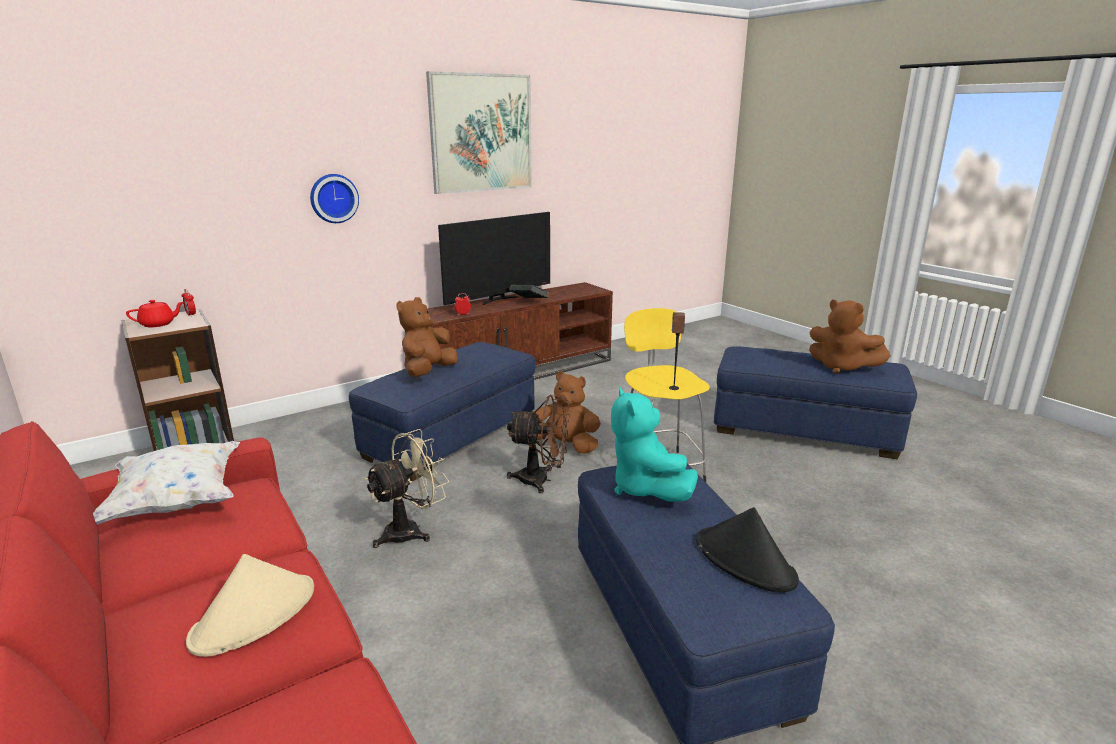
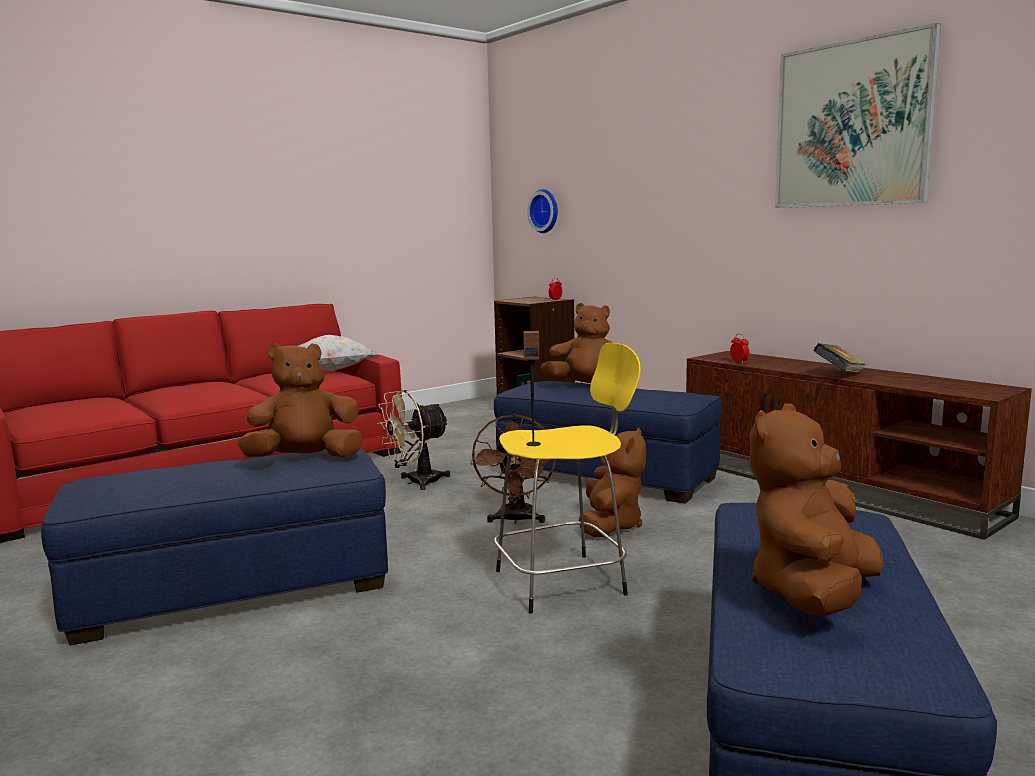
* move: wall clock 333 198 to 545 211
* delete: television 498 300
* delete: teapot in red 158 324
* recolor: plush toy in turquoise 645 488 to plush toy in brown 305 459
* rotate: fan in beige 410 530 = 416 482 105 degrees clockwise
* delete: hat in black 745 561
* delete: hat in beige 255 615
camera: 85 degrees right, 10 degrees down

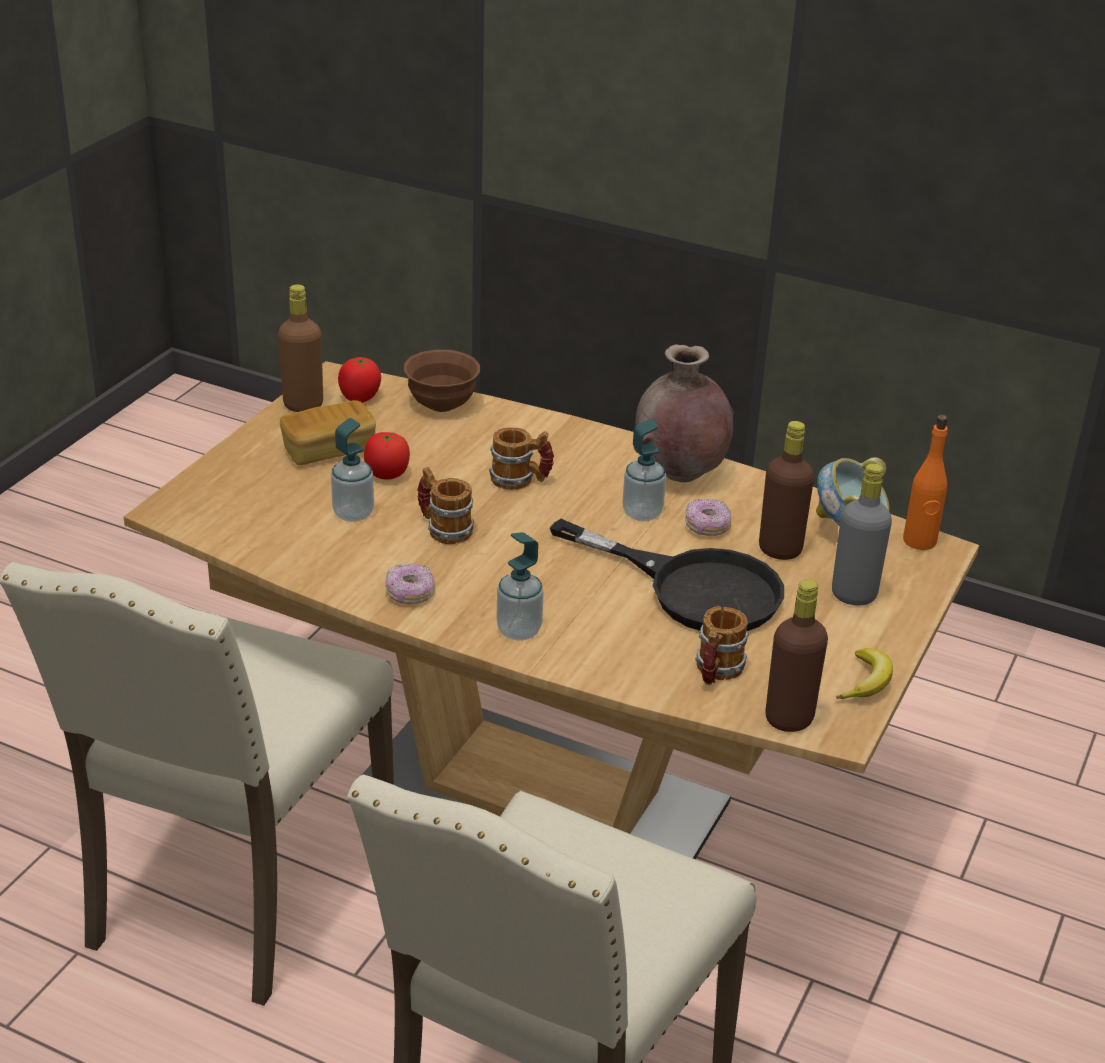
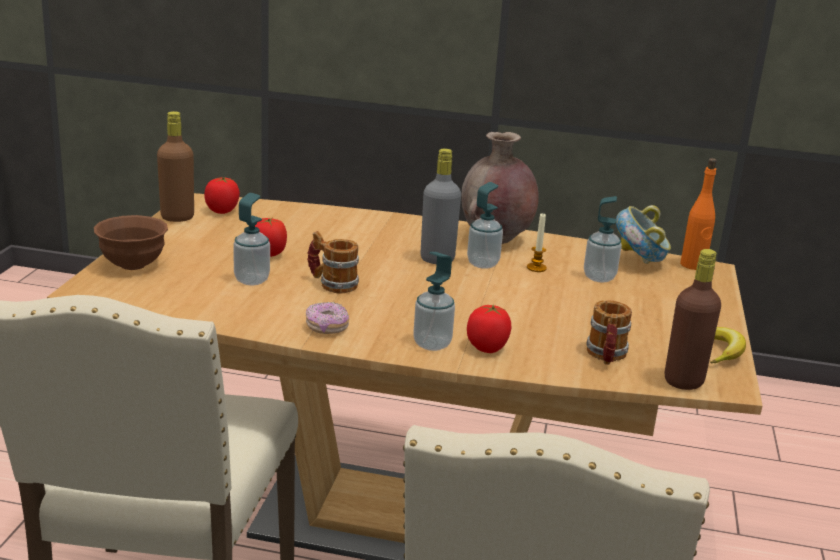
* move: bowl in brown 441 405 to 133 265
* delete: bread 328 451
* replace: bottle in brown 780 550 to soap dispenser 599 277
* delete: mug 520 480
* move: bottle in grey 853 595 to 437 259
* replace: donut 707 527 to candle 536 268
* delete: frying pan in black 693 588
* insert: tomato 487 348
camera: 15 degrees left, 10 degrees down

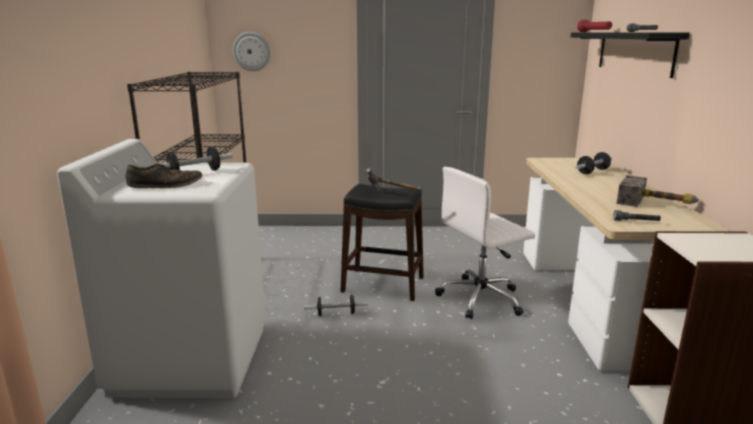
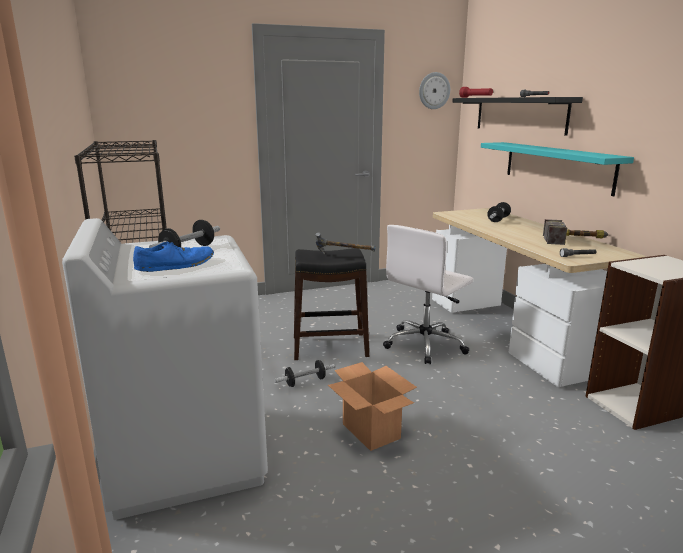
* move: wall clock 252 51 to 434 90
* recolor: shoe in brown 165 185 to shoe in blue 176 265
* insert: shelf in turquoise 556 166
* insert: cardboard box 371 431
camera: 20 degrees left, 0 degrees up

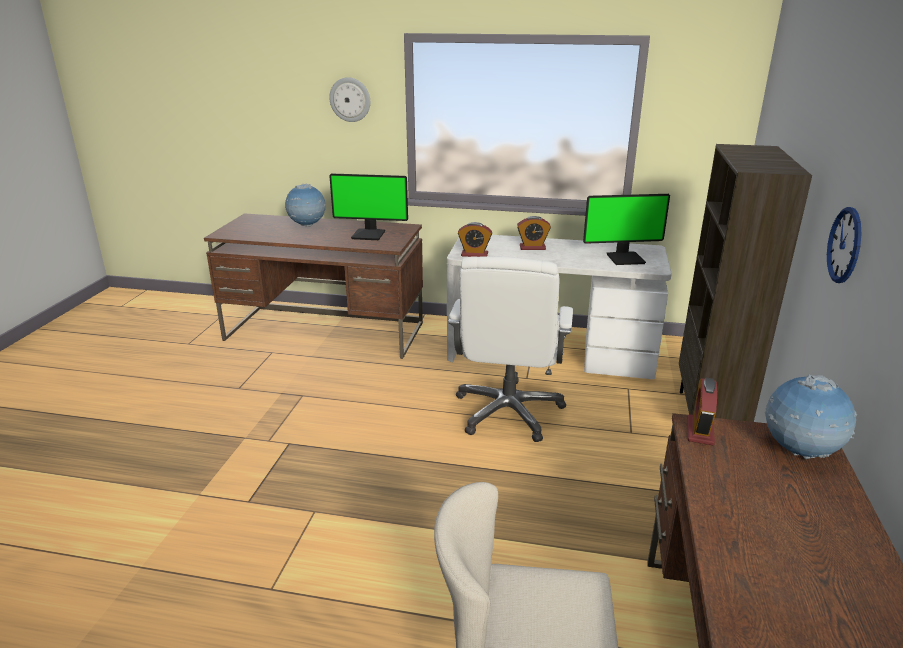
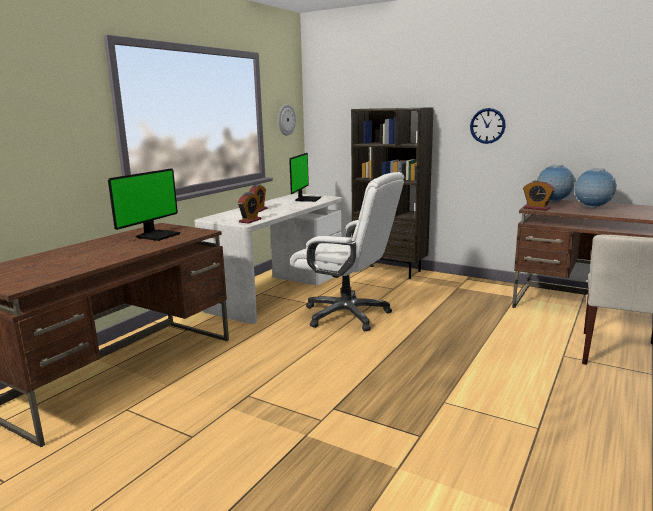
* move: wall clock 350 99 to 286 119
* move: globe 307 226 to 592 208
camera: 70 degrees left, 10 degrees down

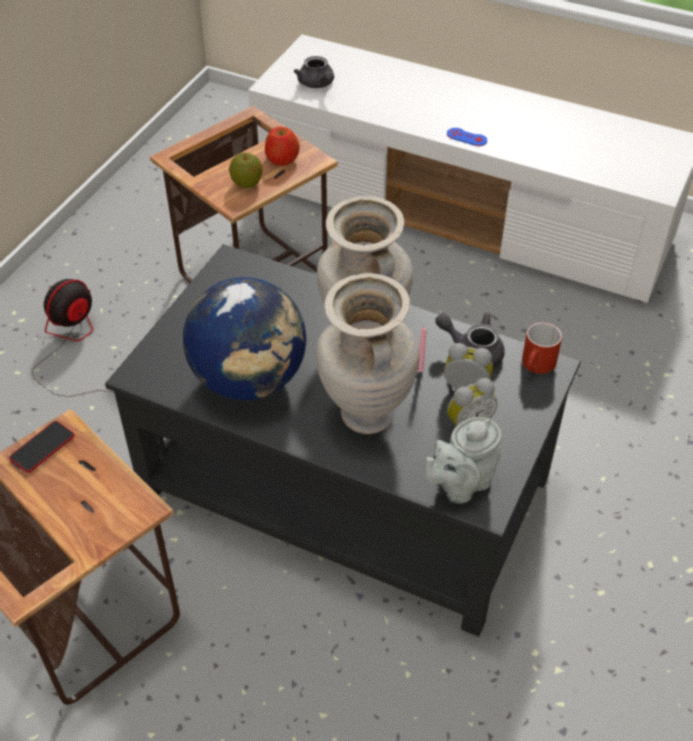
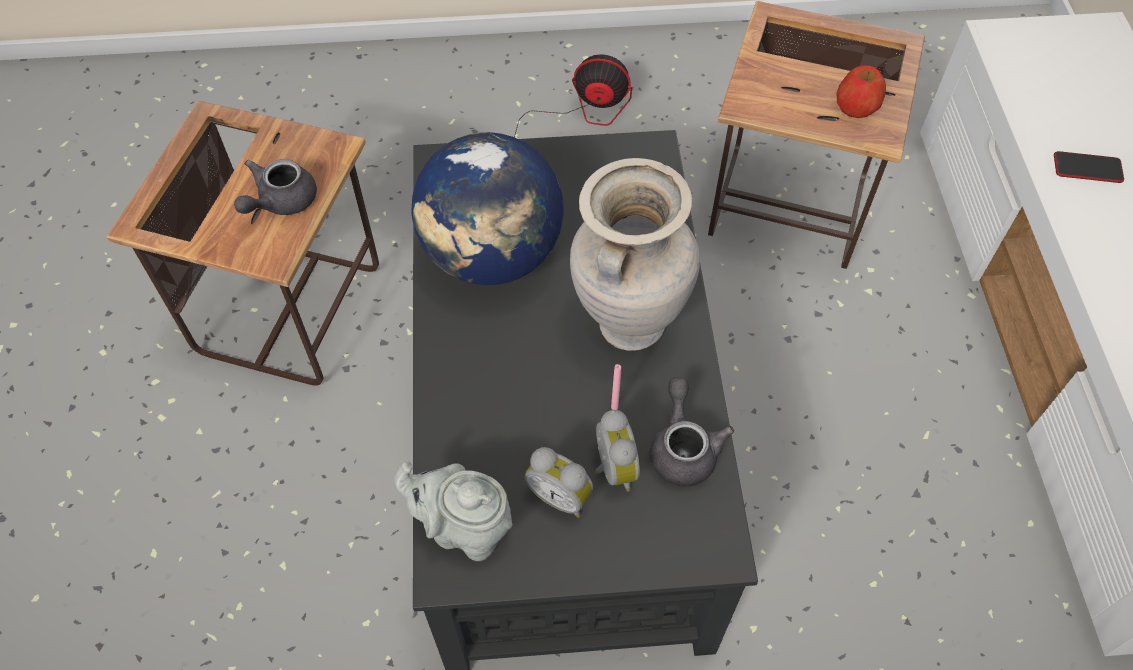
* move: teapot in grey 317 84 to 280 202
* delete: game controller in blue 466 137
* delete: apple 247 183
* delete: vase in beige 365 416
* delete: mug in red 537 366
* move: phone 42 447 to 1087 168
camera: 60 degrees right, 10 degrees up

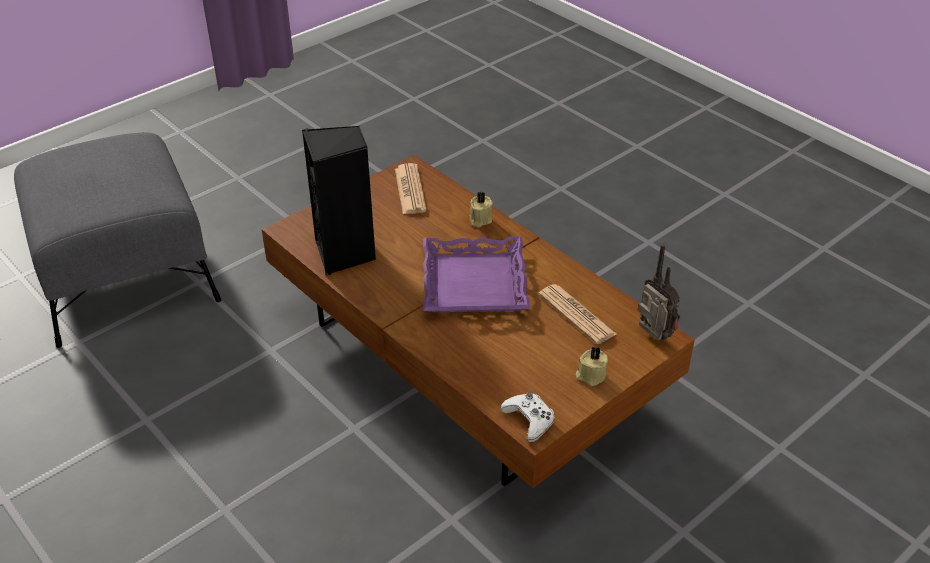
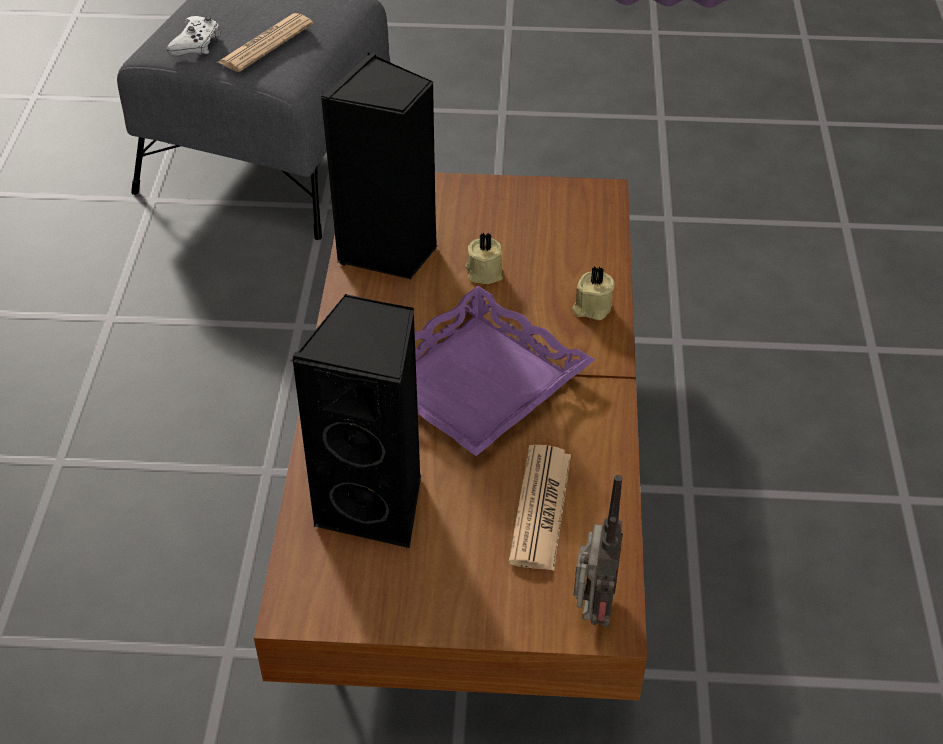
* move: newspaper 410 190 to 266 44
* move: candle in beige 590 375 to 483 272
* move: game controller in white 529 420 to 196 43
* insert: speaker in black 376 504
camera: 45 degrees right, 5 degrees up

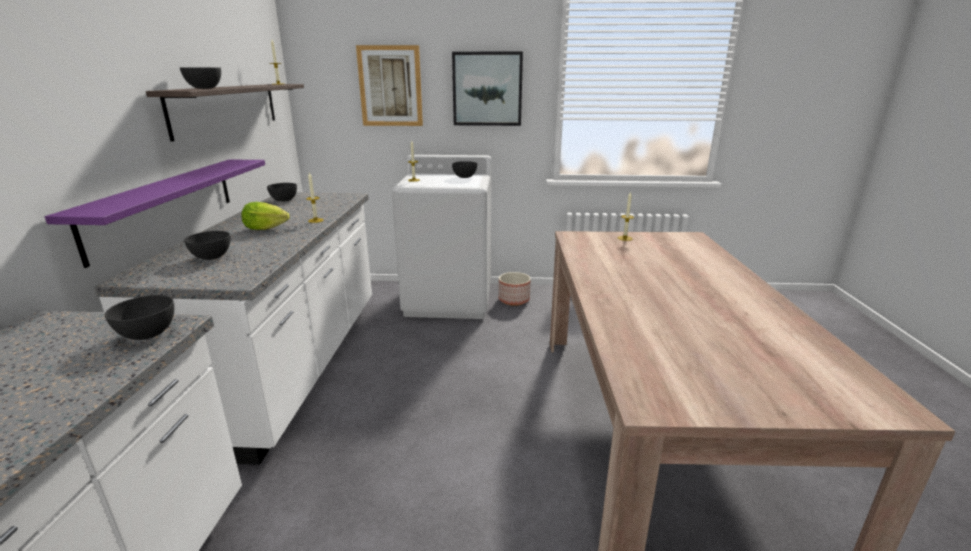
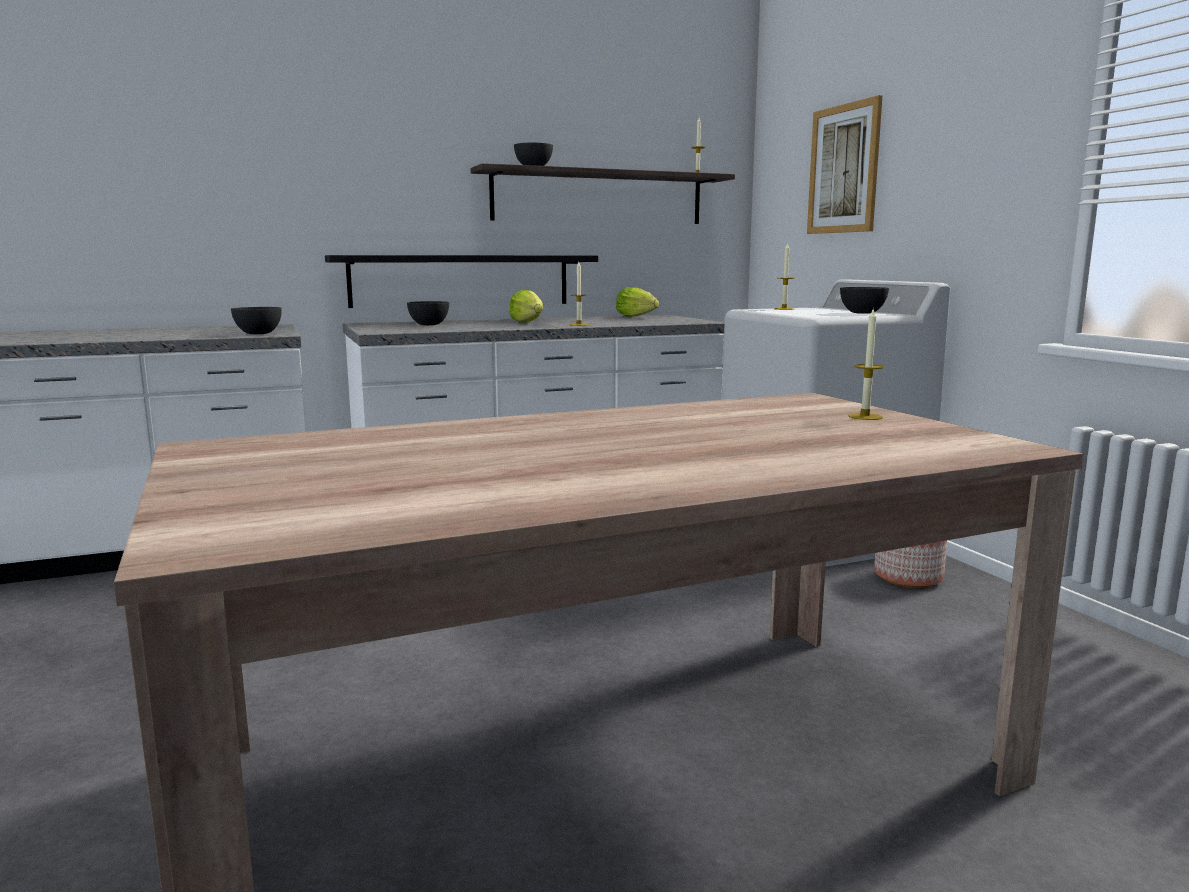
* delete: picture 487 89
* recolor: shelf in purple 164 205 to shelf in black 461 280
* replace: bowl in grey 284 200 to lettuce 636 317
camera: 65 degrees right, 10 degrees down

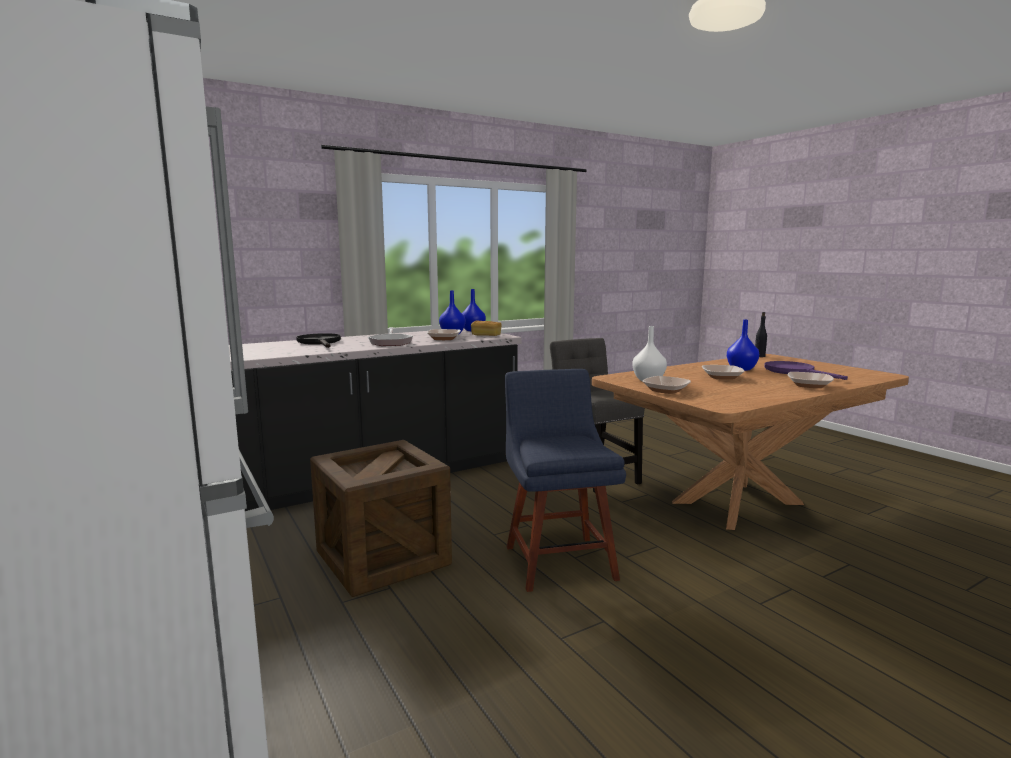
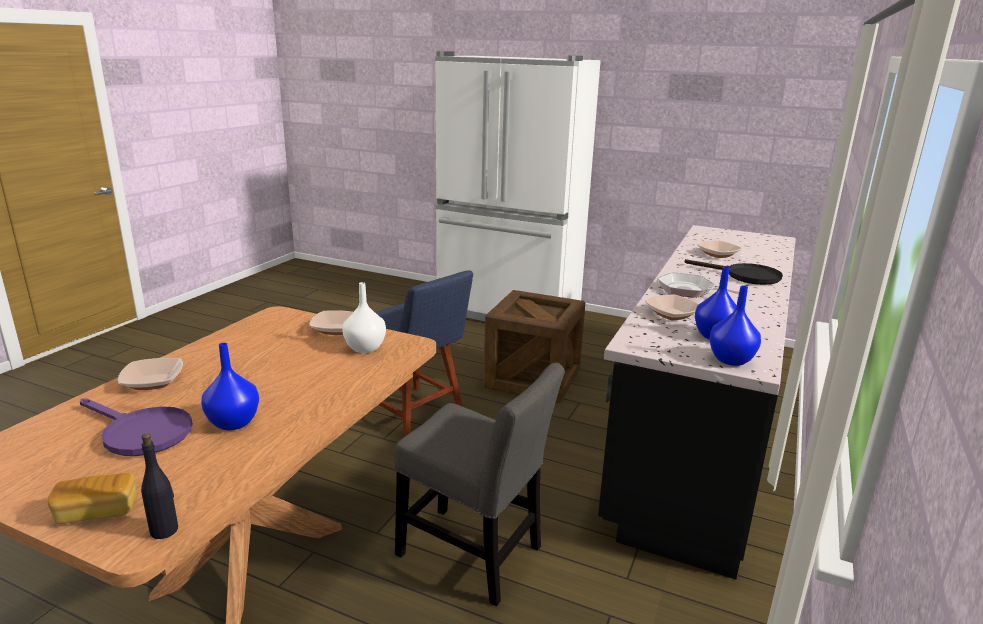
* move: bread 486 335 to 97 512
* move: bowl 722 377 to 718 254
camera: 145 degrees right, 10 degrees up

